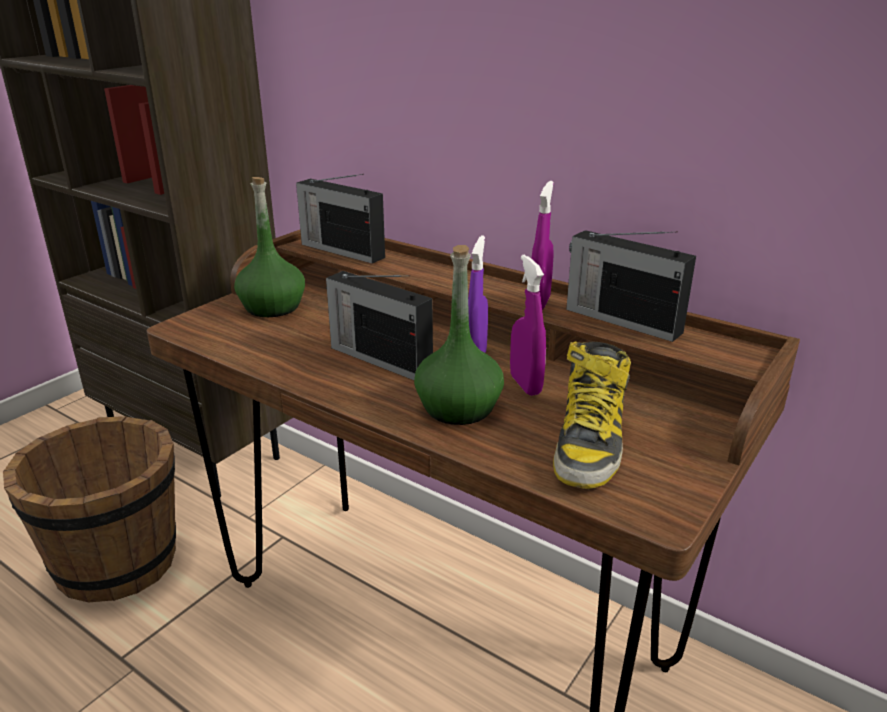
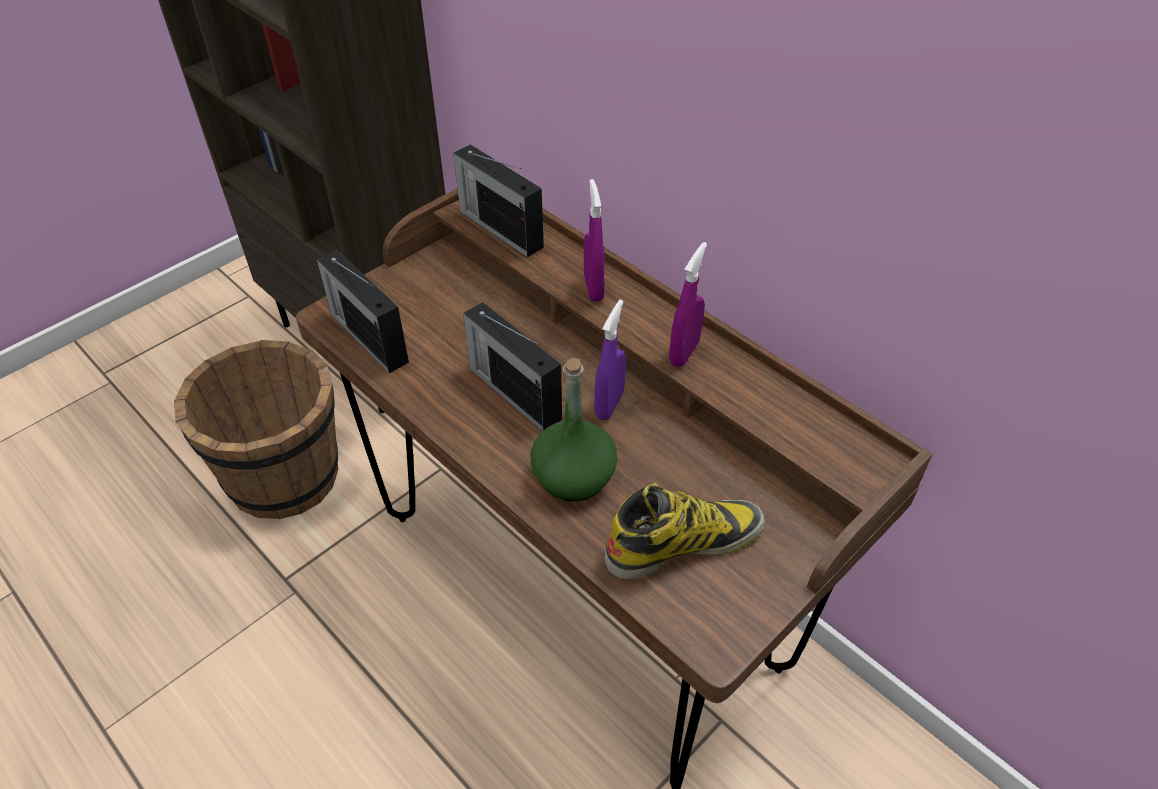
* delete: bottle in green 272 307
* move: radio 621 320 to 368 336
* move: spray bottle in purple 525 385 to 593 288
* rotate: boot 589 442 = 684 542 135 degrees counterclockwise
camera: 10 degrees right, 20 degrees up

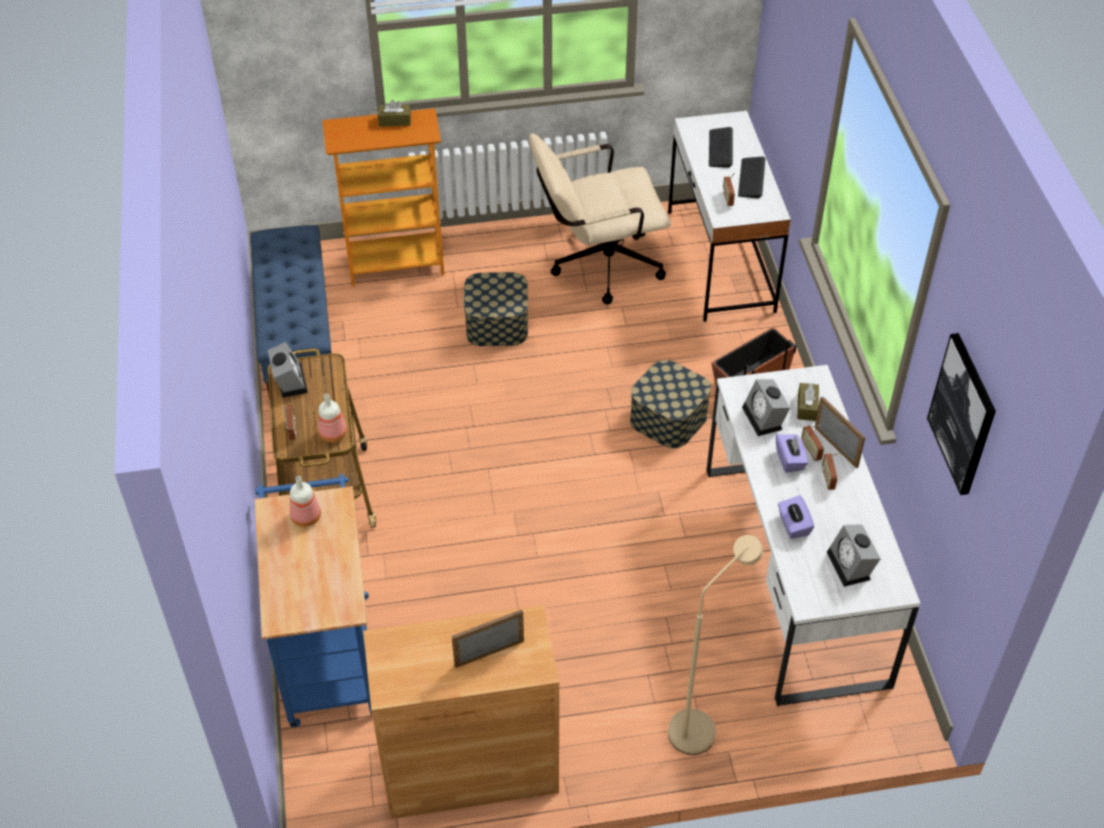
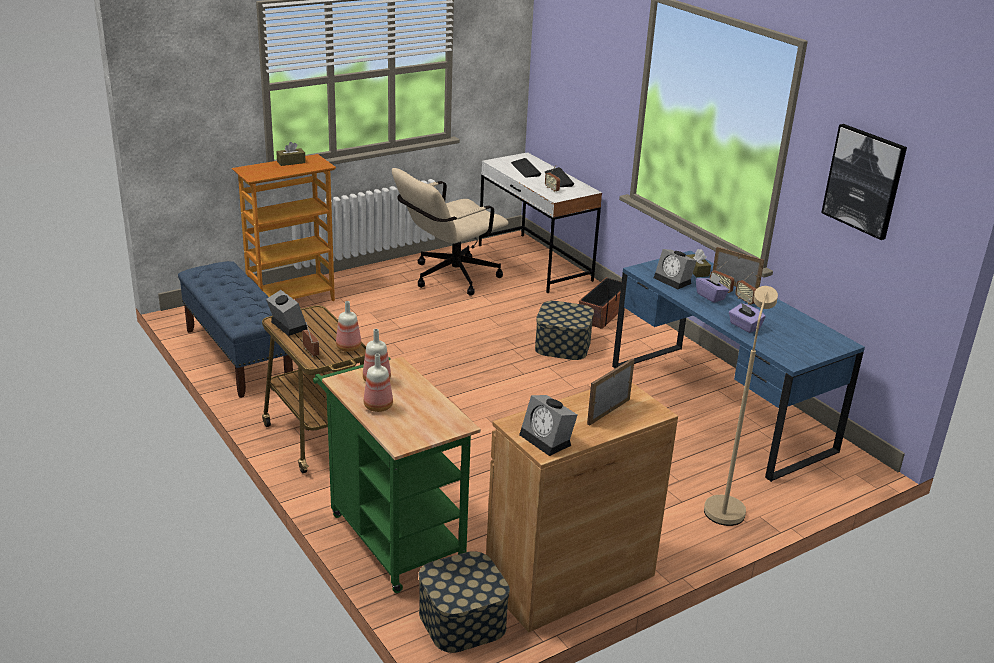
* move: storage box 497 323 to 462 620
* recolor: desk in white 794 573 to desk in blue 719 407
* recolor: cart in blue 328 650 to cart in green 392 534
* move: alarm clock 851 566 to 548 440
* insert: bottle 379 406
camera: 25 degrees left, 20 degrees down

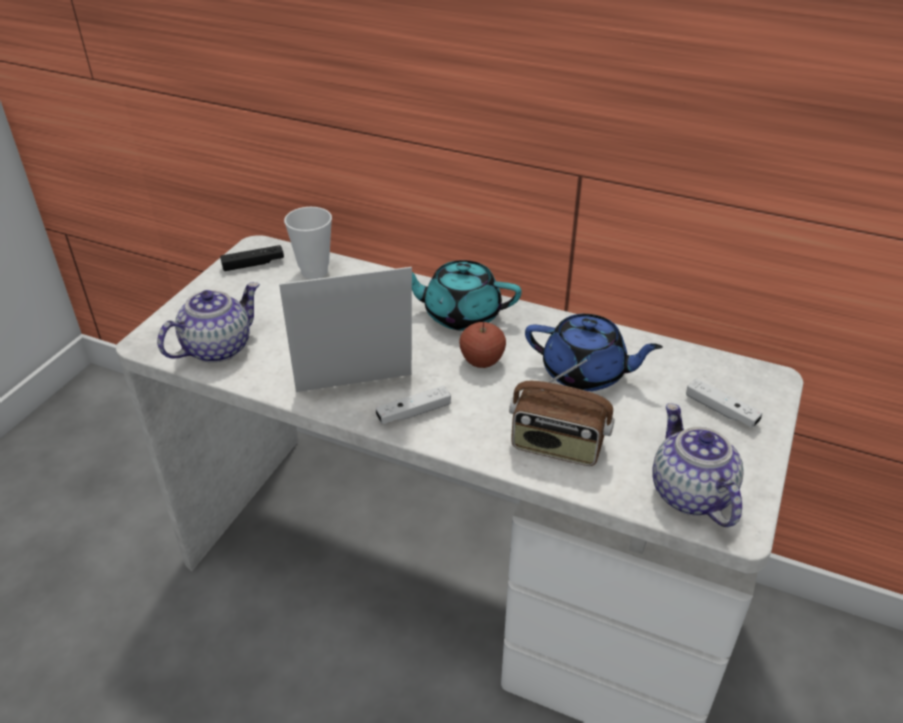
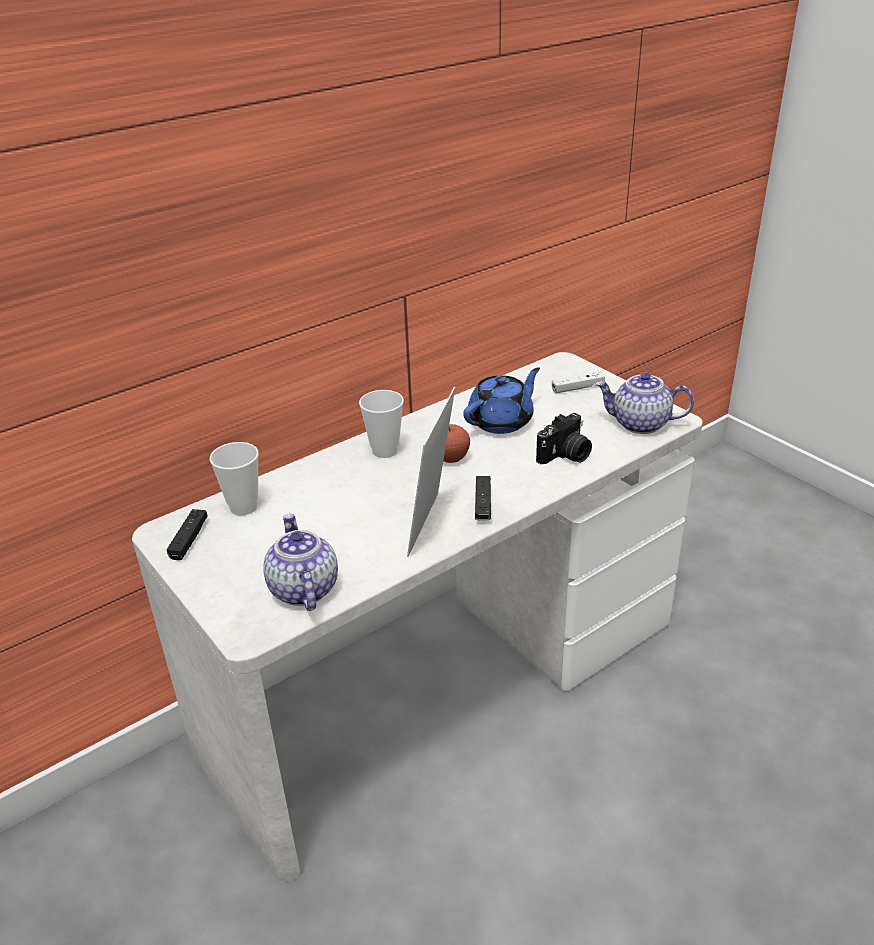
* replace: teapot in turquoise 460 314 to cup 385 451
* replace: radio 557 446 to photo camera 565 456
* recolor: game controller in white 414 412 to game controller in black 483 504
camera: 60 degrees left, 5 degrees down

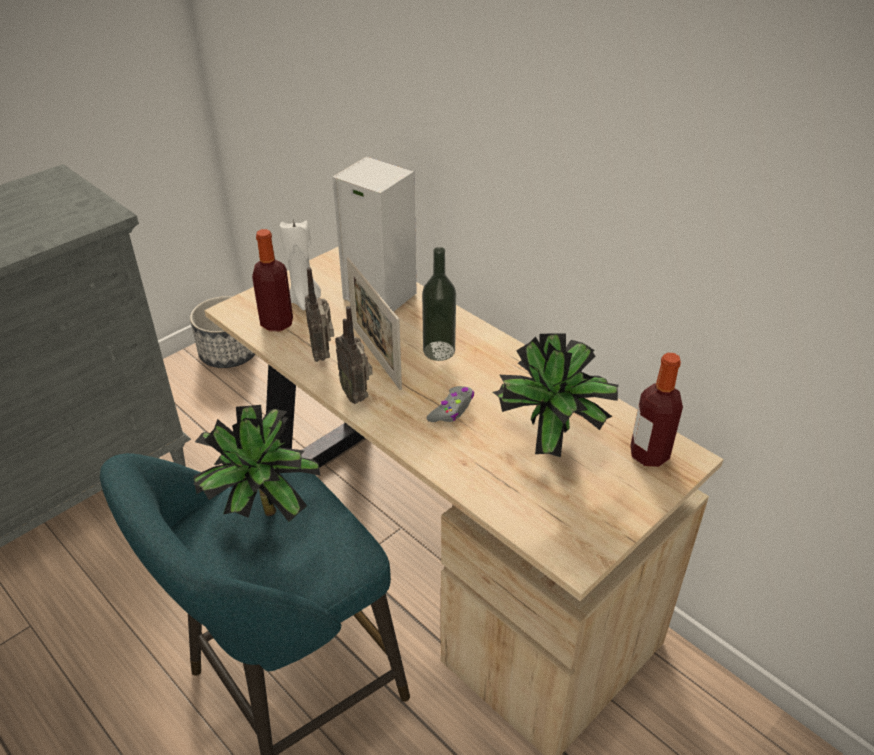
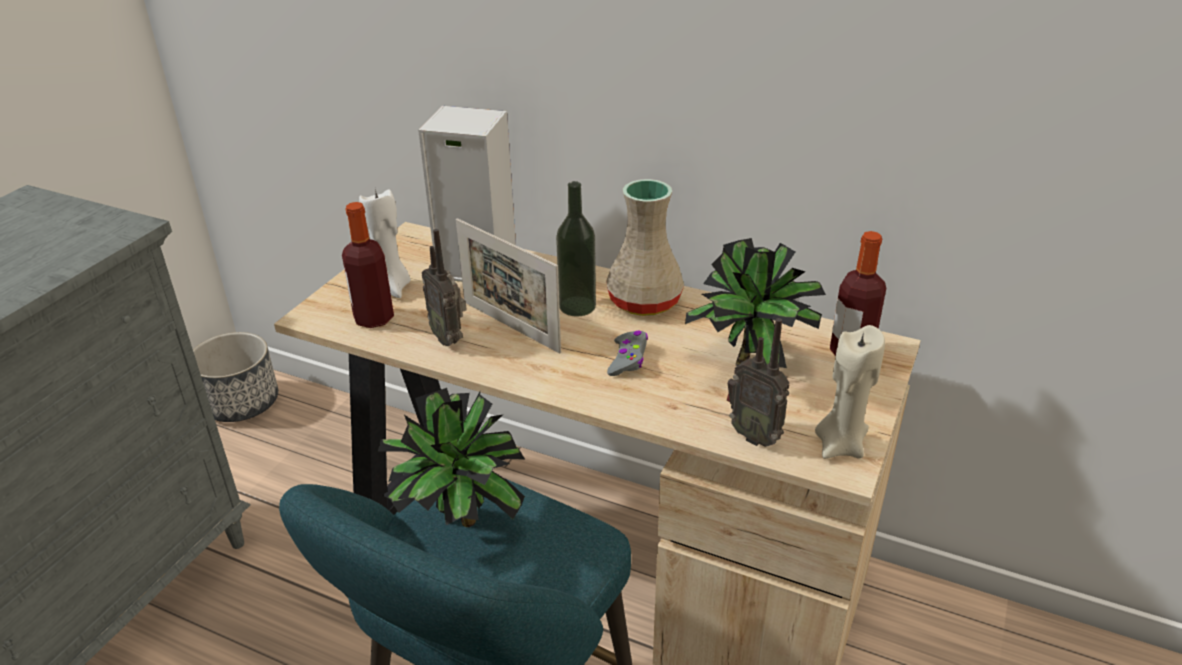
* move: radio 356 395 to 755 435
* insert: vase in beige 646 302
* insert: candle in beige 840 445
camera: 20 degrees left, 5 degrees down

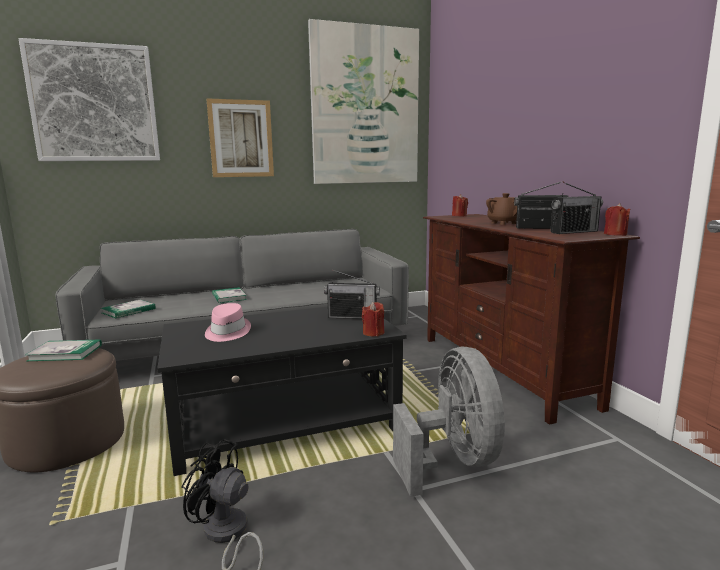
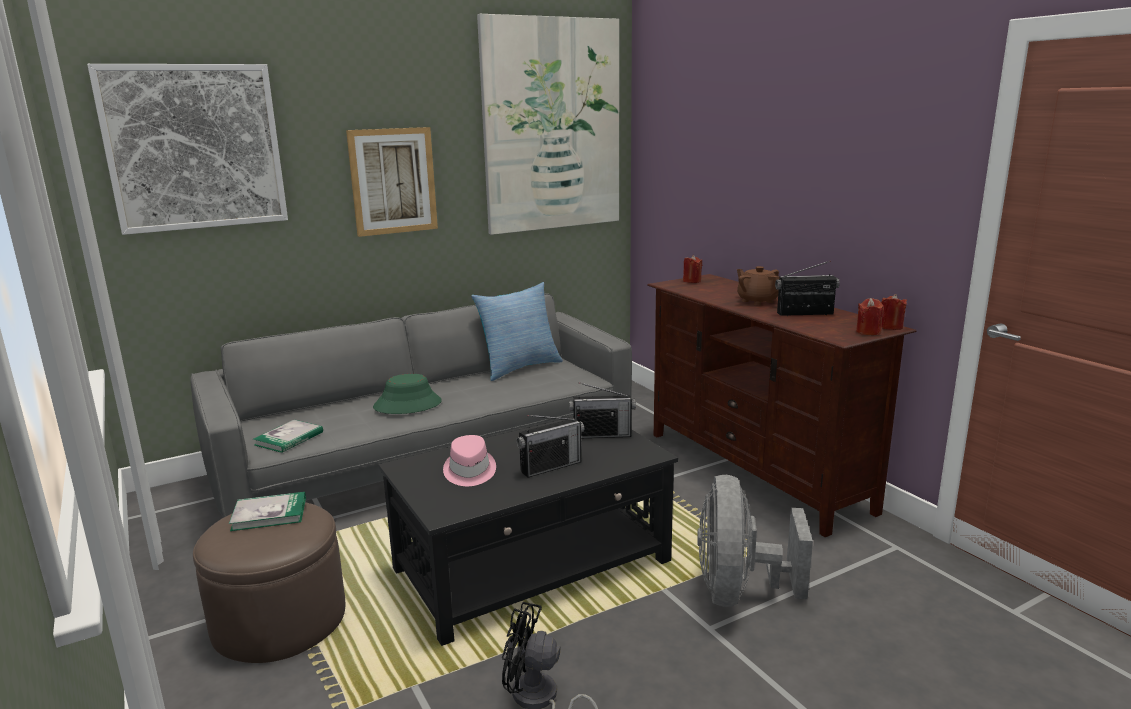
* move: radio 574 232 to 551 467
* replace: book 229 297 to hat in green 407 404
* move: candle in red 373 333 to 868 332
* rotate: fan in grey 453 461 = 738 592 150 degrees counterclockwise
* insert: pillow 519 367
camera: 10 degrees left, 5 degrees up

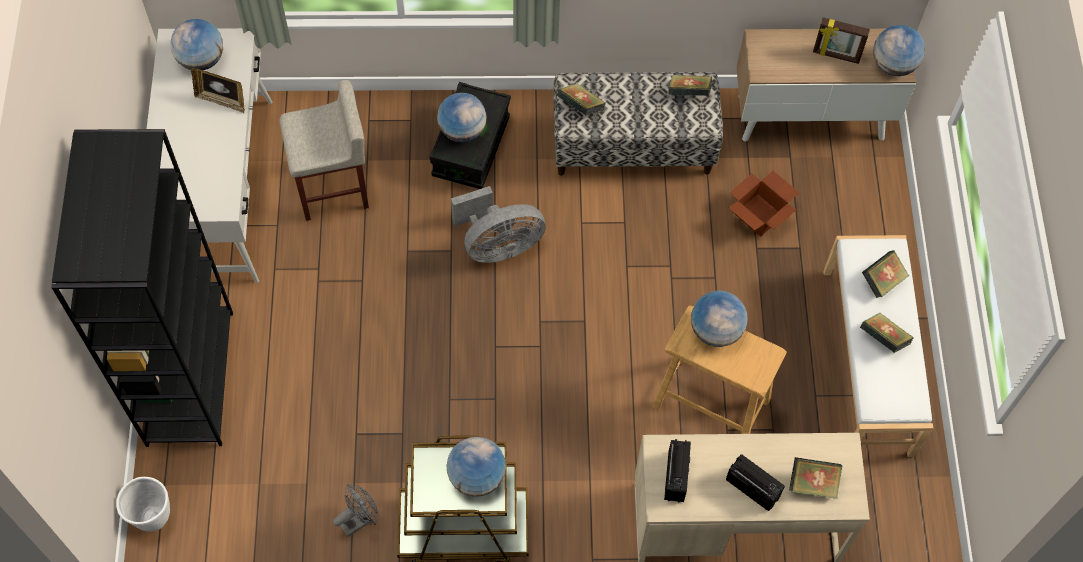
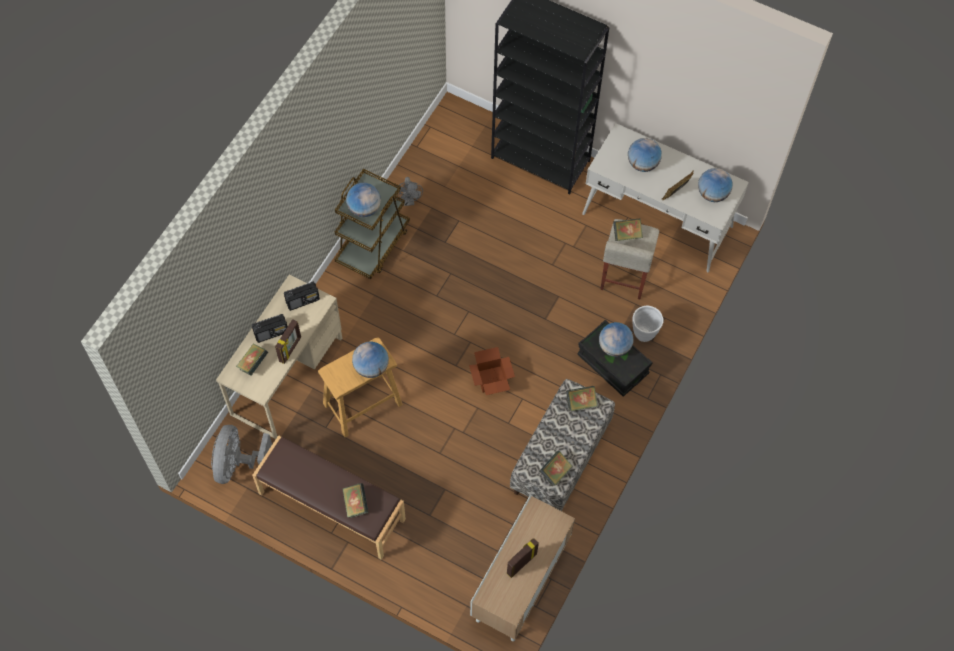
* move: globe 893 65 to 642 164
* move: cardboard box 760 215 to 491 380
* move: fan in grey 498 245 to 238 464
* recolor: bench in white 868 361 to bench in brown 331 507
* move: book 883 338 to 627 234
* rotate: radio 676 476 = 303 300 60 degrees counterclockwise
* move: planter in white 152 517 to 644 333
* insert: picture frame 290 349
camera: 120 degrees right, 0 degrees up

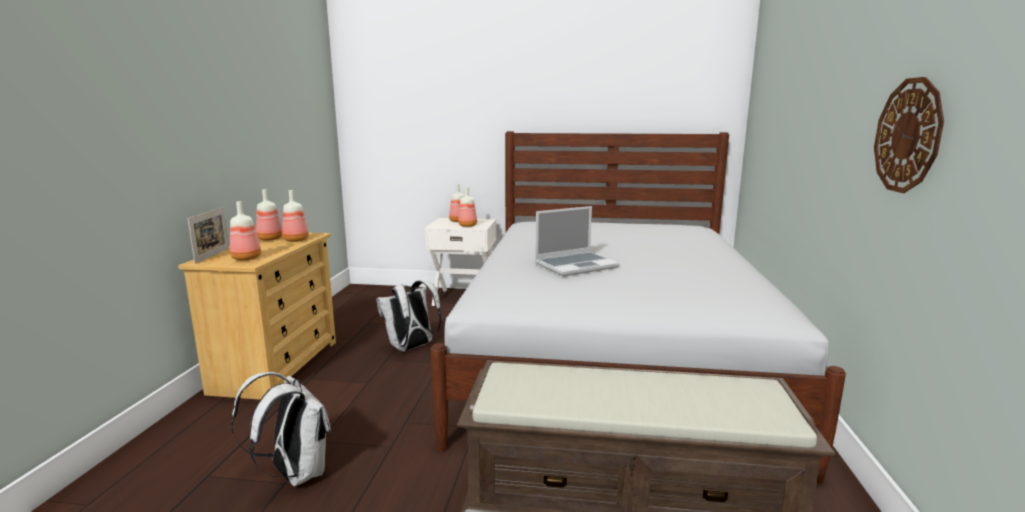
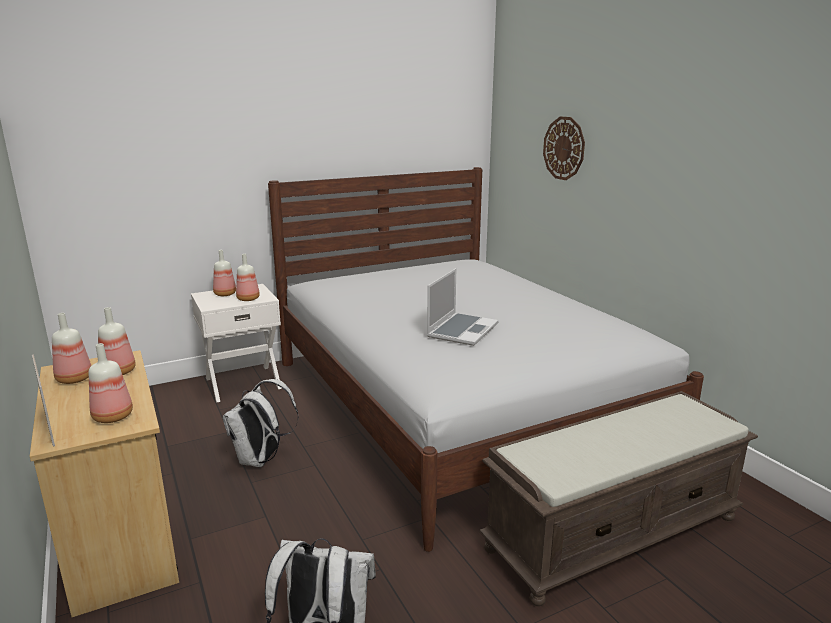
* move: wall clock 908 136 to 564 148
camera: 35 degrees left, 5 degrees up

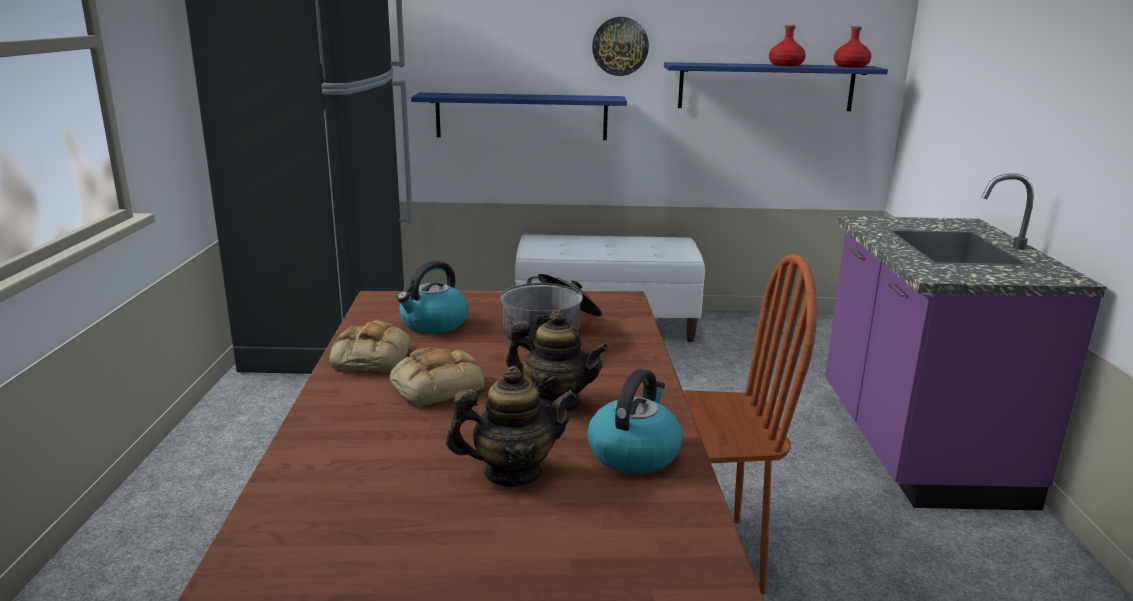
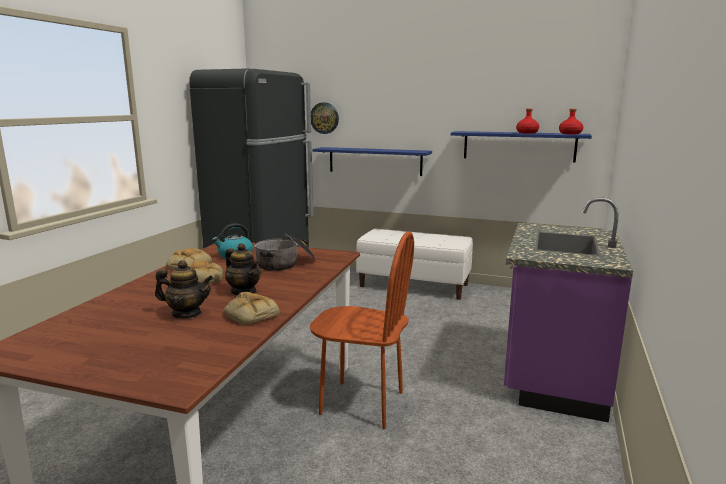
* move: wall clock 620 46 to 324 118
* replace: kettle 634 452 to bread 250 314
camera: 20 degrees right, 5 degrees down

